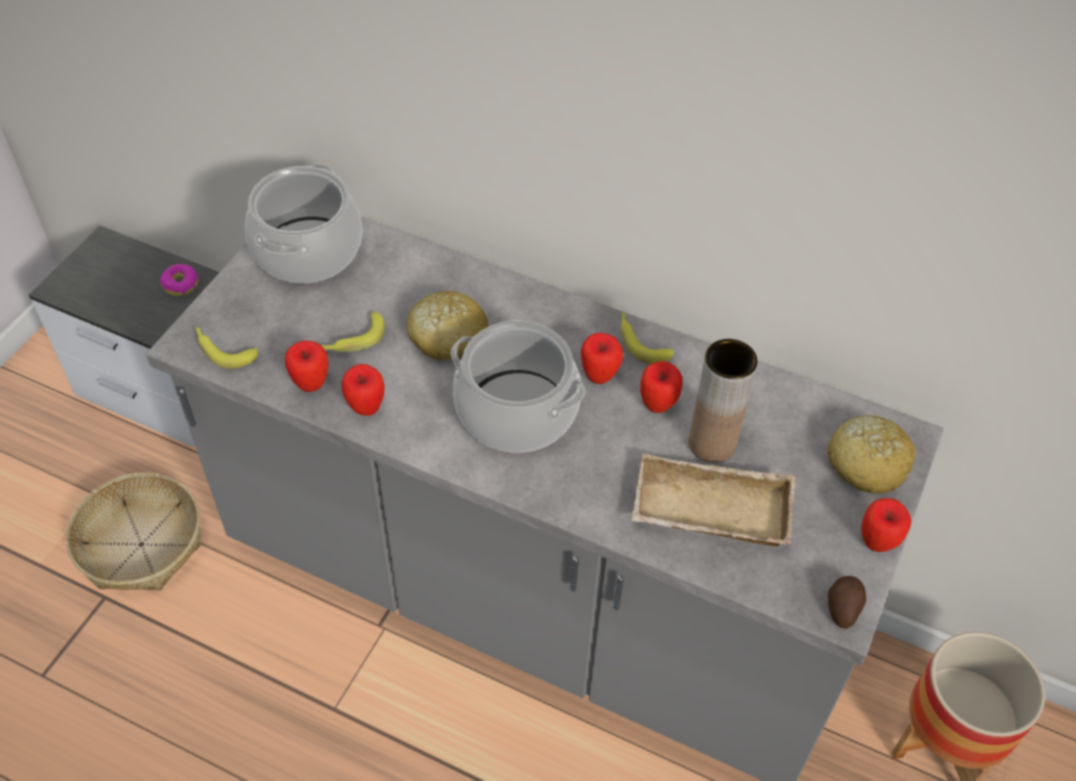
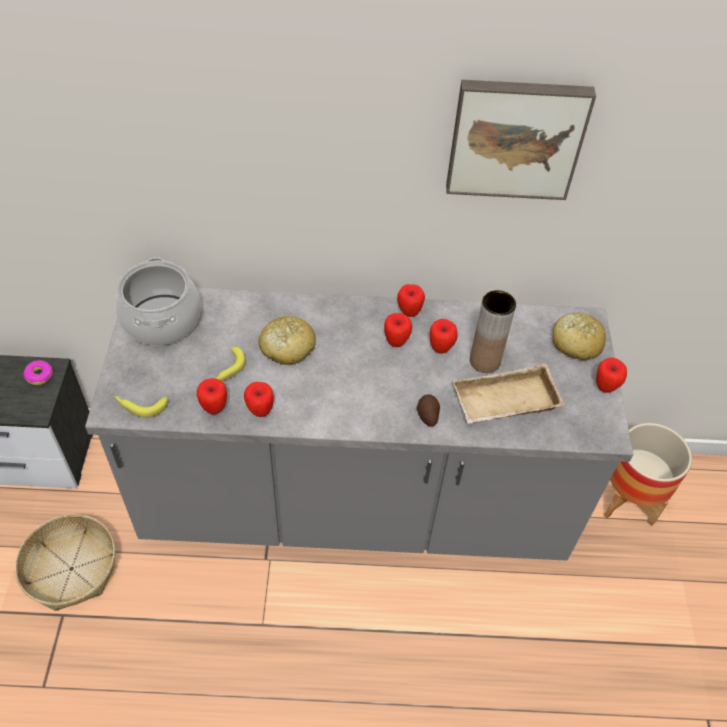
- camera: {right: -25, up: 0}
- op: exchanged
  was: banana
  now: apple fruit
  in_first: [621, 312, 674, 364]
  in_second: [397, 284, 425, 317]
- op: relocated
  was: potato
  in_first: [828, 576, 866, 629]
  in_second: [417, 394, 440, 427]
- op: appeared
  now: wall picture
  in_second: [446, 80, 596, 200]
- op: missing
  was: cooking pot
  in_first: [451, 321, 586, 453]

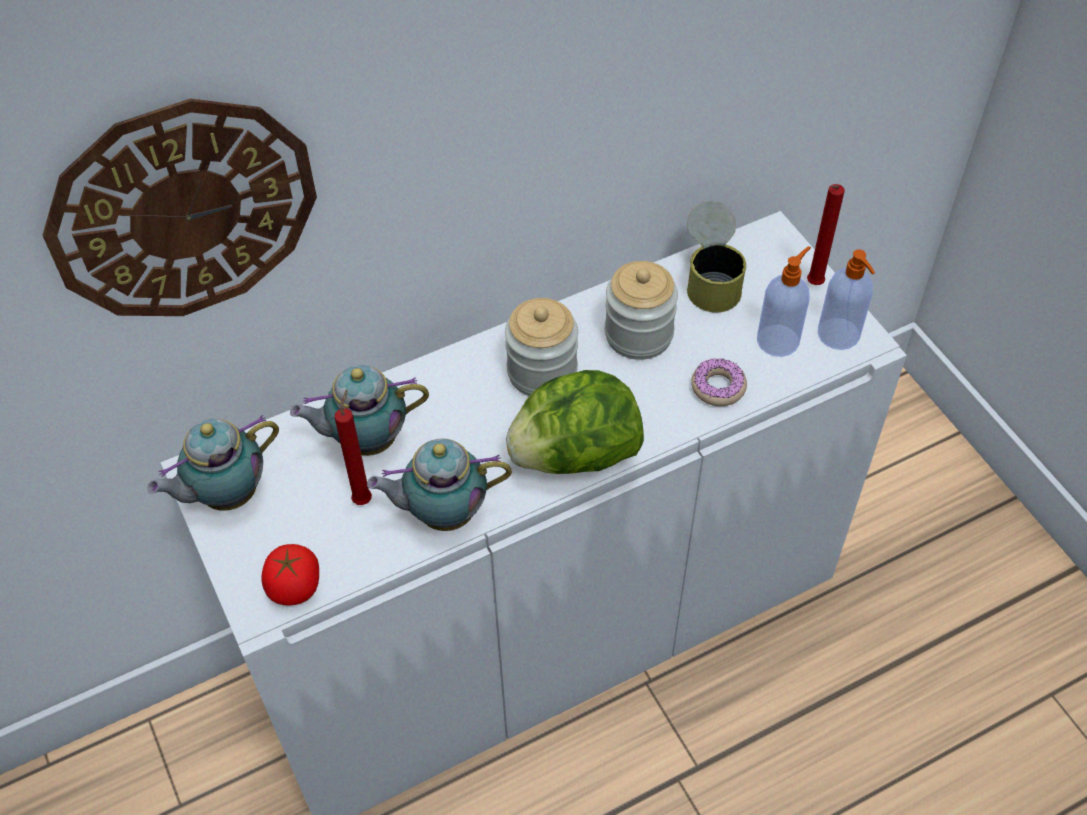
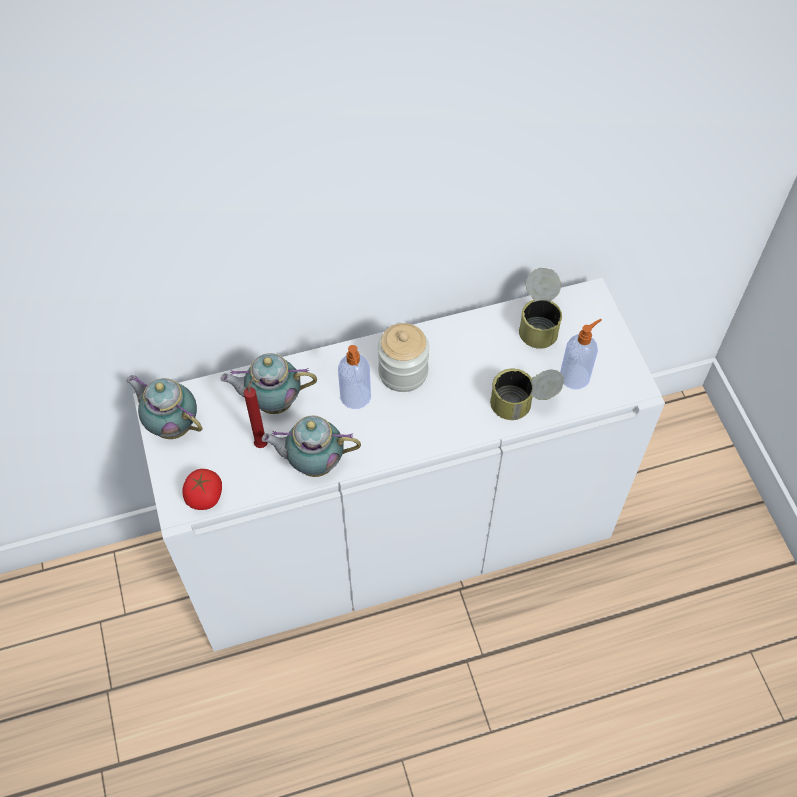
- camera: {right: 10, up: 5}
- op: spun
  was: teapot
  in_first: [147, 415, 279, 511]
  in_second: [126, 375, 203, 439]
  clockwise: 60
- op: relocated
  was: soap bottle
  in_first: [818, 249, 875, 350]
  in_second: [338, 345, 371, 409]
- op: exchanged
  was: doughnut
  now: metal can
  in_first: [691, 358, 747, 406]
  in_second: [490, 369, 564, 420]
- op: missing
  was: wall clock
  in_first: [43, 99, 317, 316]
- op: missing
  was: head of lettuce
  in_first: [506, 370, 644, 474]
- op: missing
  was: preserve jar
  in_first: [605, 261, 678, 360]
- op: missing
  was: red-coloured wax candle
  in_first: [807, 184, 845, 285]

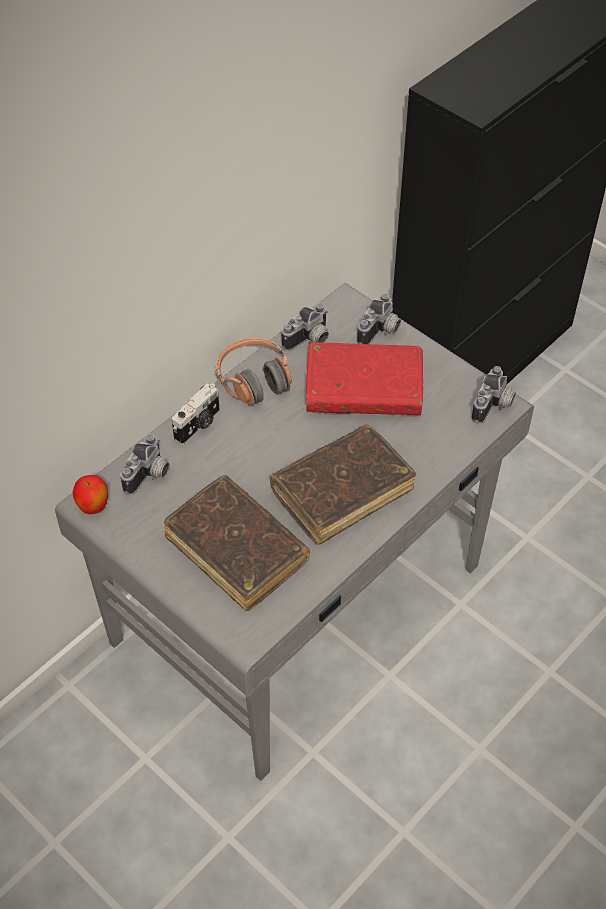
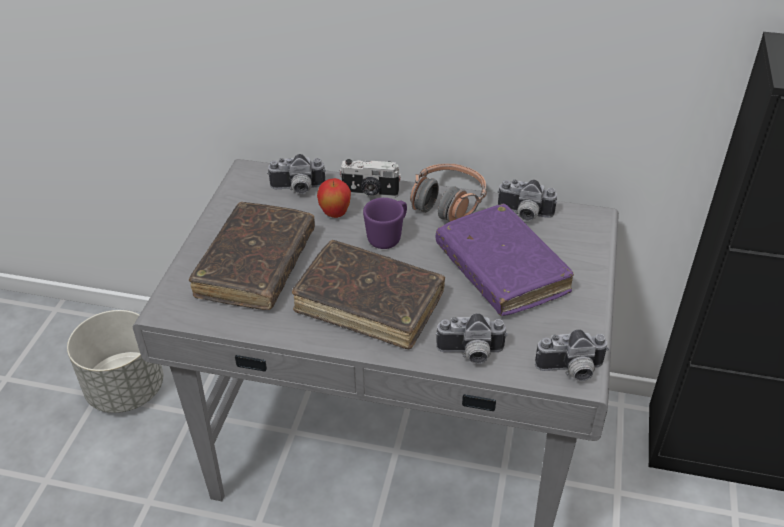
- camera: {right: 60, up: -10}
- op: appeared
  now: greyish plant pot
  in_second: [67, 310, 163, 413]
- op: relocated
  was: apple fruit
  in_first: [72, 475, 108, 514]
  in_second: [317, 178, 351, 218]
- op: appeared
  now: purplish tea mug
  in_second: [363, 198, 407, 249]
- op: colour
  was: red-coloured bound book
  now: purplish bound book
  in_first: [306, 342, 423, 415]
  in_second: [436, 204, 574, 316]
- op: relocated
  was: still camera
  in_first: [357, 293, 401, 344]
  in_second: [436, 313, 508, 364]

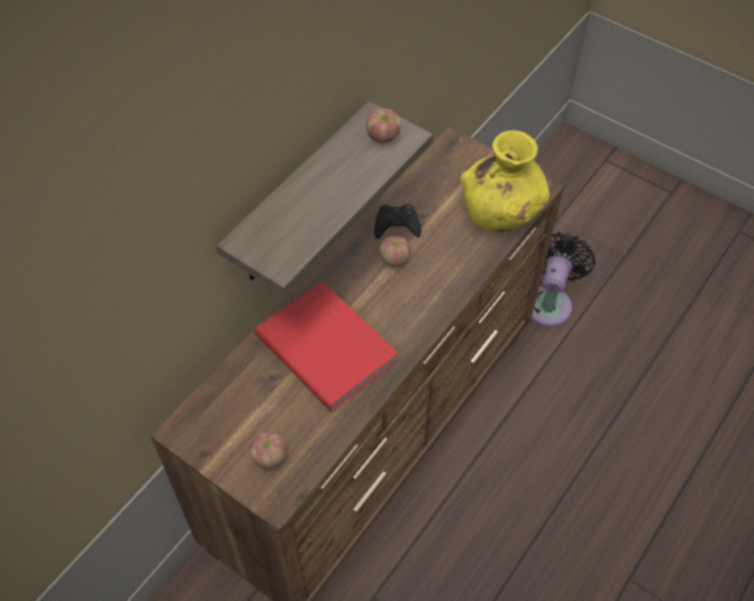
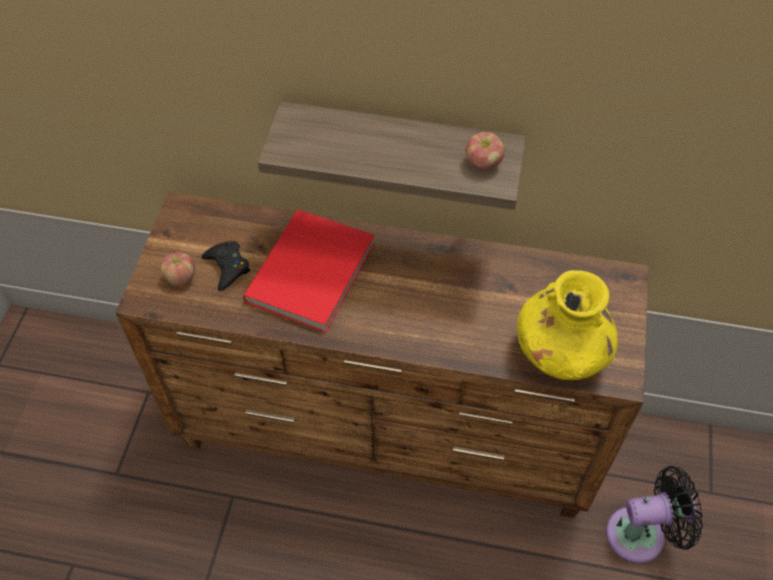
- camera: {right: 65, up: 0}
- op: relocated
  was: black-coloured game controller
  in_first: [374, 204, 421, 239]
  in_second: [202, 241, 251, 291]
- op: missing
  was: apple fruit
  in_first: [379, 236, 410, 268]

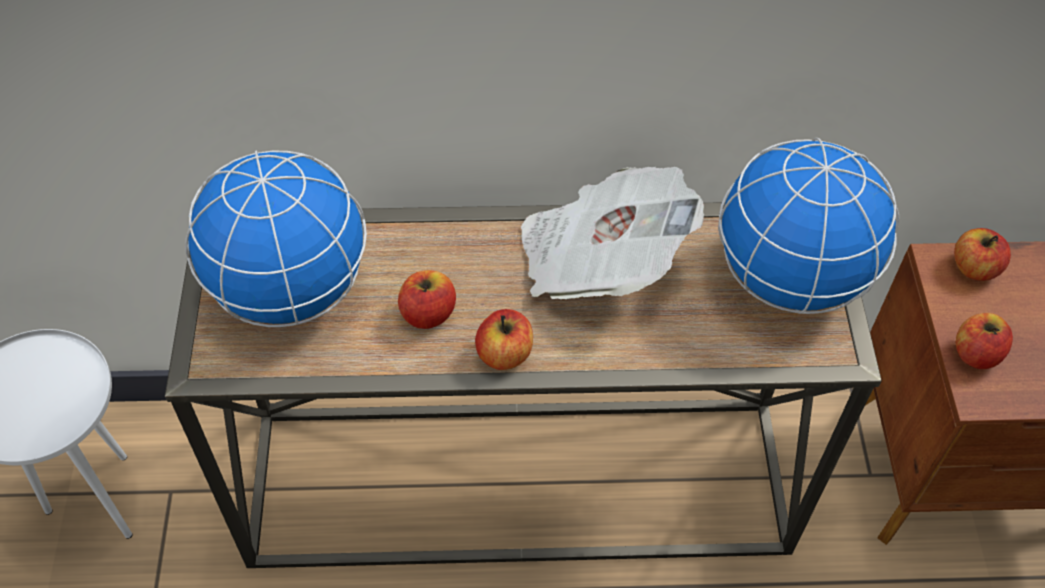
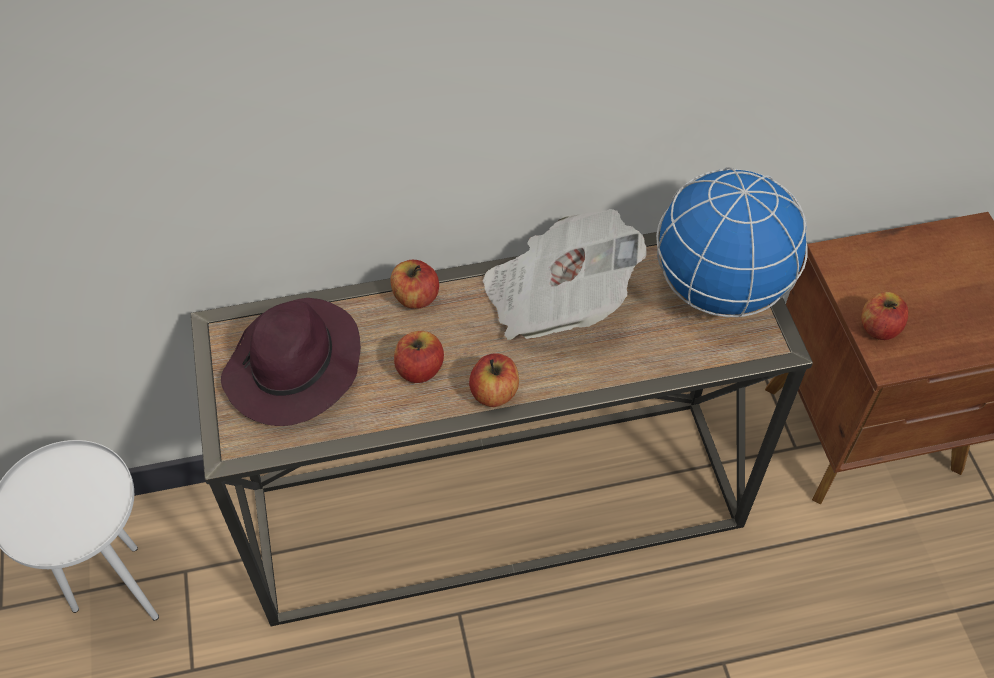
- camera: {right: -10, up: 0}
- op: exchanged
  was: desk globe
  now: purplish hat
  in_first: [185, 150, 367, 327]
  in_second: [221, 298, 361, 426]
- op: relocated
  was: apple fruit
  in_first: [954, 228, 1011, 281]
  in_second: [390, 260, 439, 309]

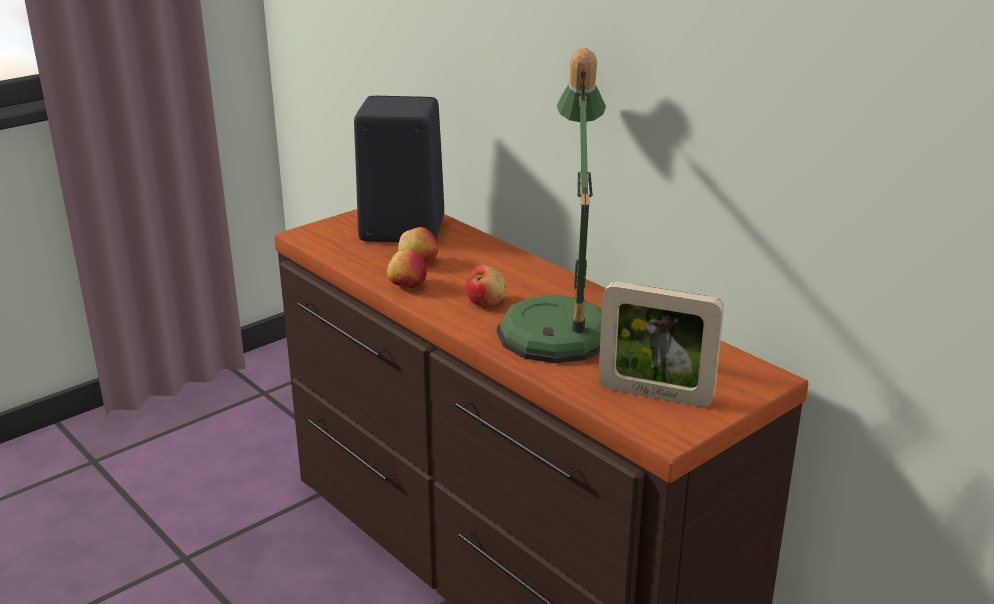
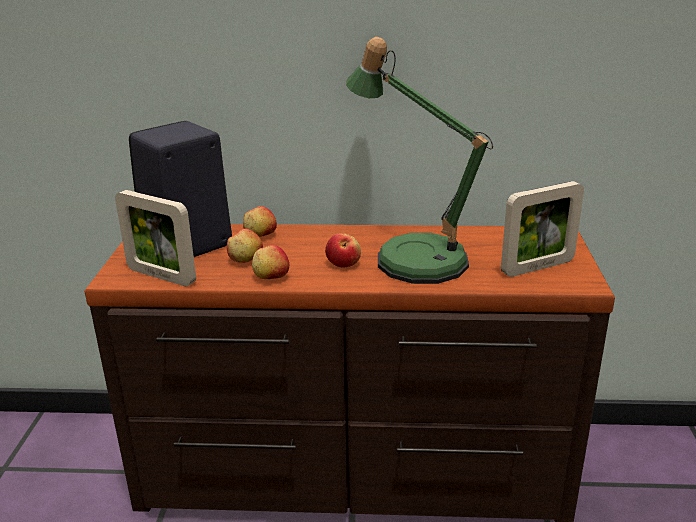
- camera: {right: -45, up: 0}
- op: appeared
  now: picture frame
  in_second: [115, 190, 196, 286]
- op: appeared
  now: apple fruit
  in_second: [243, 206, 277, 237]

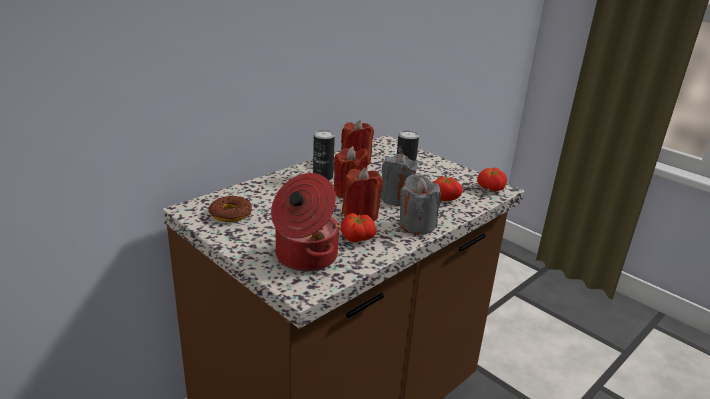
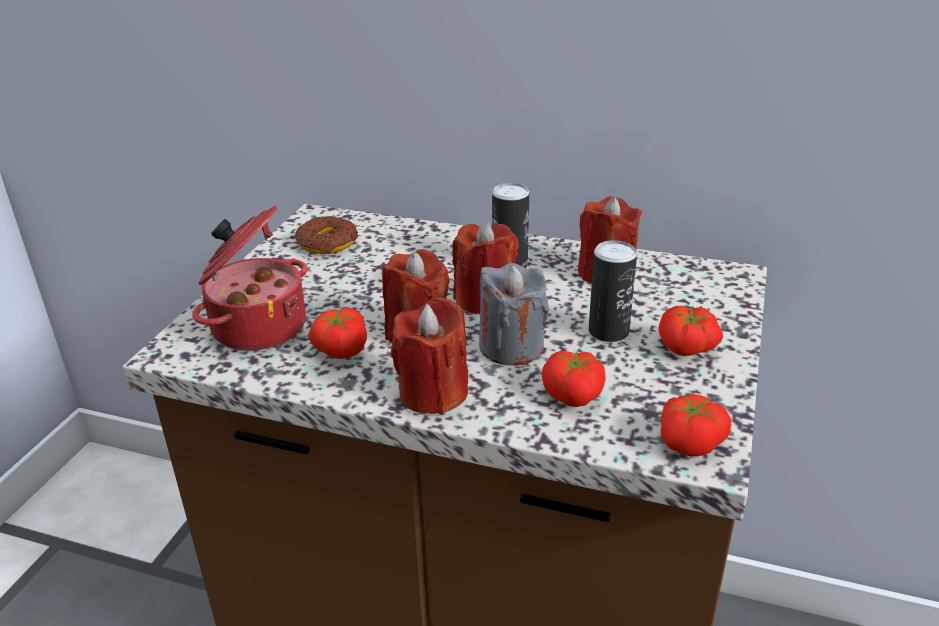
- camera: {right: 65, up: 5}
- op: colour
  was: greyish wax candle
  now: red-coloured wax candle
  in_first: [400, 174, 441, 235]
  in_second: [391, 298, 468, 415]
- op: appeared
  now: tomato
  in_second: [659, 306, 723, 356]

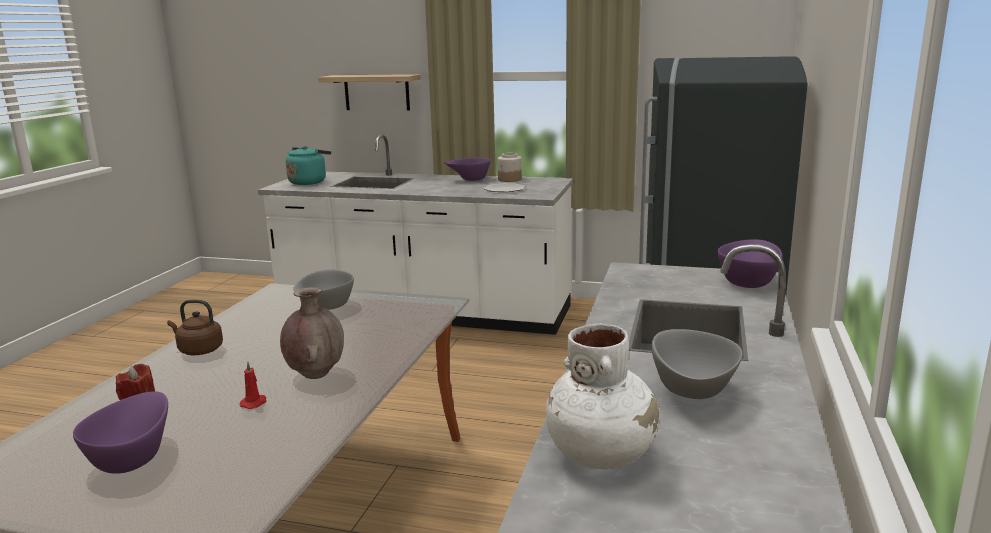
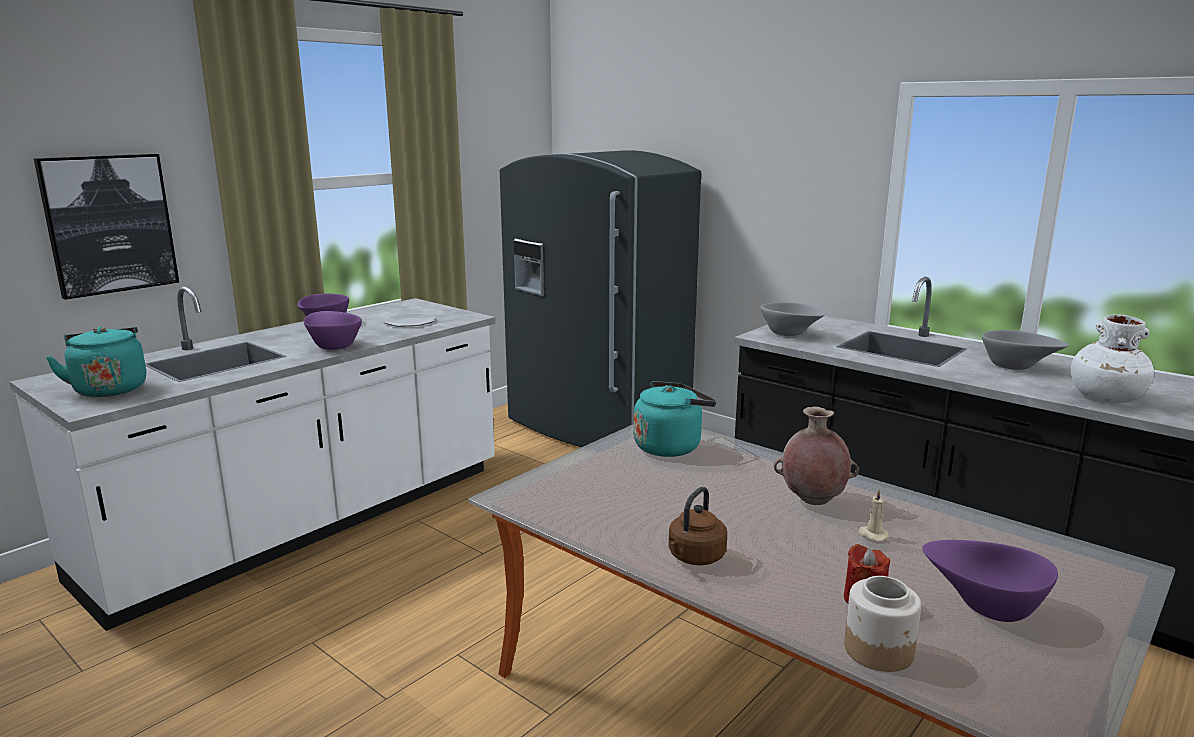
- camera: {right: -65, up: 0}
- op: exchanged
  was: shelf
  now: wall picture
  in_first: [318, 74, 420, 111]
  in_second: [34, 154, 179, 300]
- op: relocated
  was: purplish deep dish
  in_first: [718, 239, 783, 288]
  in_second: [304, 311, 362, 350]
- op: appeared
  now: turquoise-coloured tea kettle
  in_second: [634, 381, 716, 457]
- op: relocated
  was: greyish deep dish
  in_first: [293, 270, 354, 310]
  in_second: [760, 302, 825, 336]
- op: relocated
  was: preserve jar
  in_first: [498, 153, 522, 182]
  in_second: [844, 576, 921, 672]
- op: colour
  was: red-coloured wax candle
  now: beige wax candle
  in_first: [239, 361, 267, 409]
  in_second: [858, 490, 889, 542]

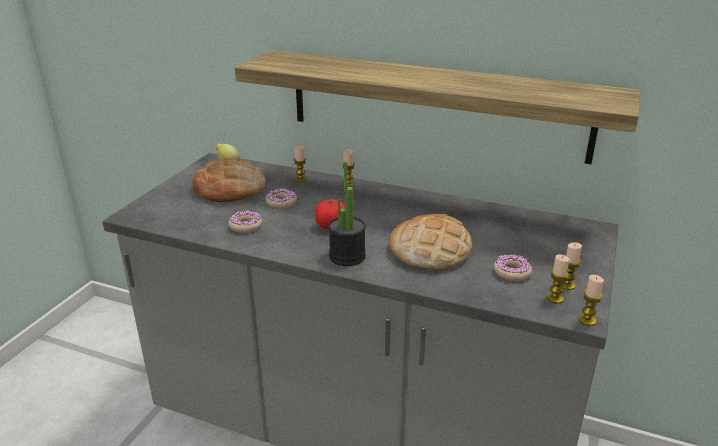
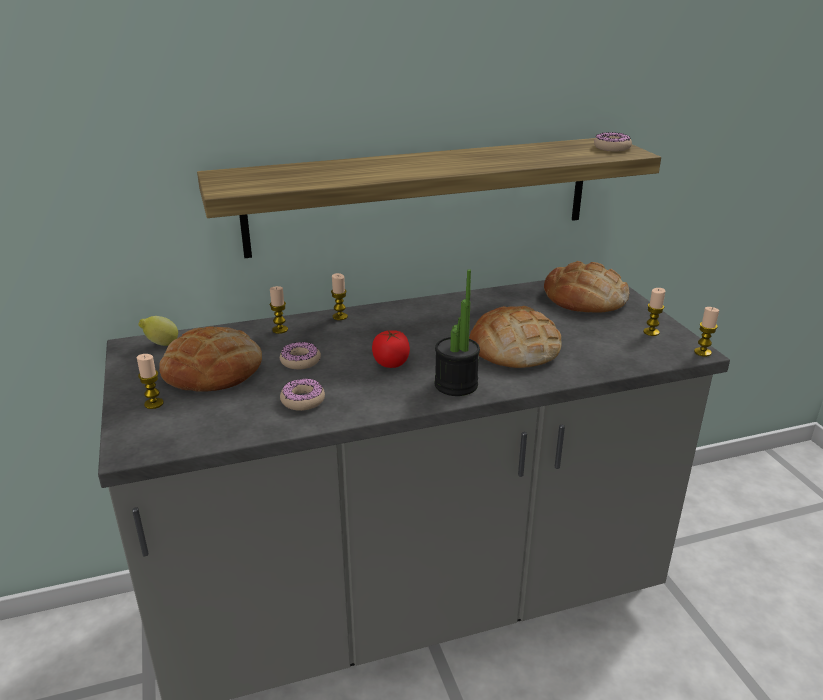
- camera: {right: -40, up: 0}
- op: relocated
  was: wax candle
  in_first: [547, 254, 569, 304]
  in_second: [137, 354, 164, 409]
- op: appeared
  now: baked bread
  in_second: [544, 261, 630, 313]
- op: relocated
  was: doughnut
  in_first: [494, 254, 532, 281]
  in_second: [594, 132, 632, 151]

